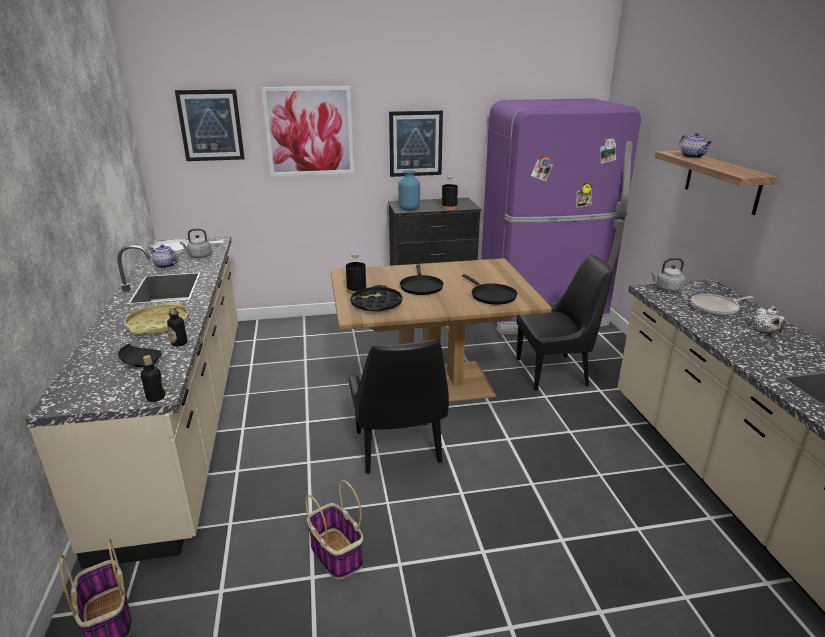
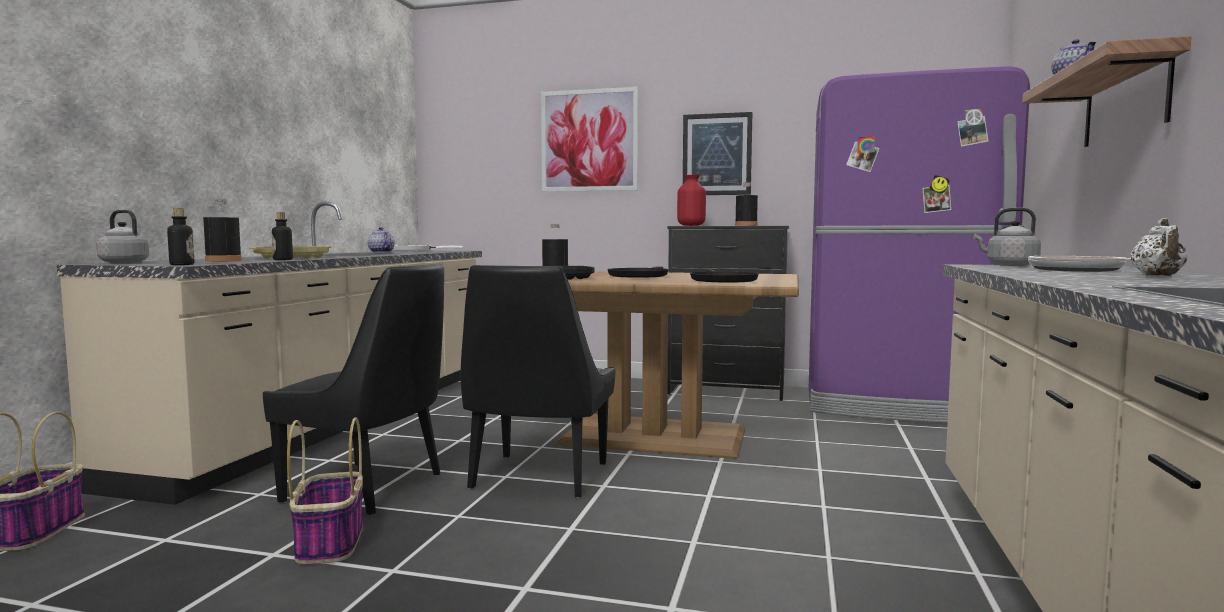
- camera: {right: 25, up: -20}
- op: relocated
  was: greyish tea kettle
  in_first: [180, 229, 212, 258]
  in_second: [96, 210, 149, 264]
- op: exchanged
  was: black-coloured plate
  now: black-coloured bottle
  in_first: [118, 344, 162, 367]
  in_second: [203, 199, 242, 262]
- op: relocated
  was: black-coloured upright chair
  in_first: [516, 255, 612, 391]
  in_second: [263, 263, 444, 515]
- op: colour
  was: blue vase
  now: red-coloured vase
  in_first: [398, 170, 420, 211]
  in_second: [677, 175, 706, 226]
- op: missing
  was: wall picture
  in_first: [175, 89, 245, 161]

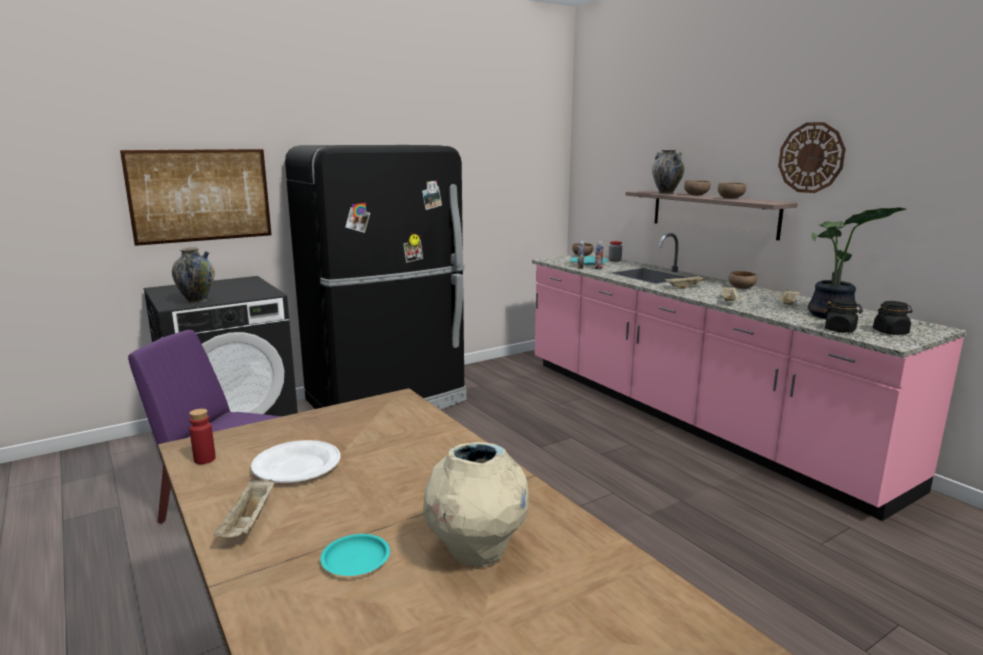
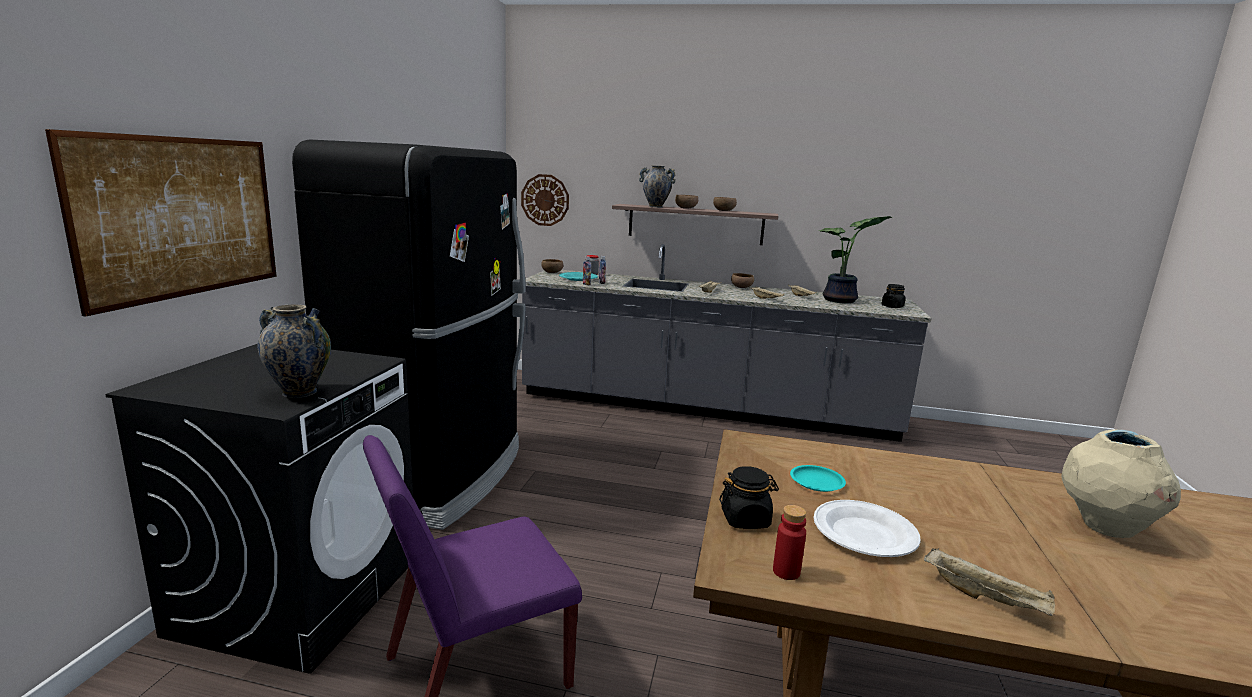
- camera: {right: -45, up: 0}
- op: relocated
  was: wall clock
  in_first: [778, 122, 846, 193]
  in_second: [521, 174, 569, 226]
- op: colour
  was: pink kitchen counter
  now: greyish kitchen counter
  in_first: [532, 233, 968, 521]
  in_second: [522, 244, 932, 442]
- op: relocated
  was: black-coloured preserve jar
  in_first: [824, 299, 863, 333]
  in_second: [719, 466, 779, 529]
- op: relocated
  was: turquoise-coloured plate
  in_first: [320, 534, 390, 576]
  in_second: [790, 465, 846, 492]

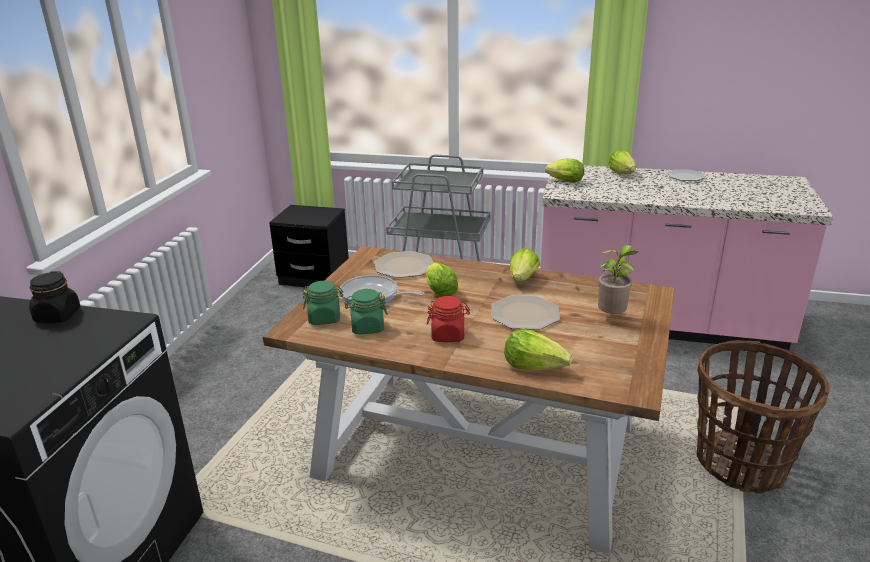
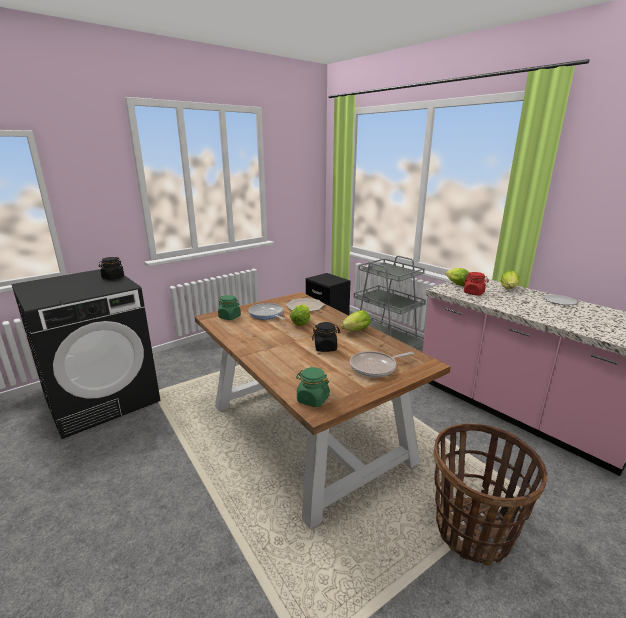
- camera: {right: 35, up: -5}
- op: relocated
  was: greenish preserve jar
  in_first: [345, 289, 388, 334]
  in_second: [296, 367, 330, 407]
- op: exchanged
  was: plate
  now: black-coloured preserve jar
  in_first: [491, 295, 560, 330]
  in_second: [312, 322, 340, 352]
- op: exchanged
  was: plant in a pot
  now: pan
  in_first: [598, 245, 637, 314]
  in_second: [350, 351, 414, 378]
- op: relocated
  was: red-coloured preserve jar
  in_first: [427, 296, 470, 342]
  in_second: [463, 272, 489, 296]
- op: missing
  was: head of lettuce
  in_first: [504, 329, 573, 370]

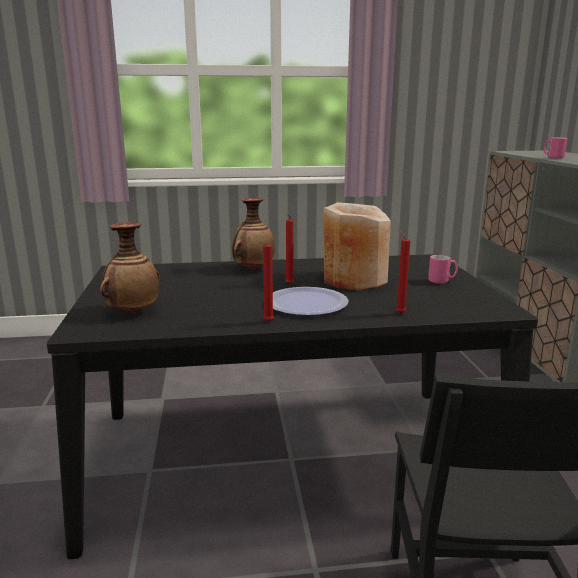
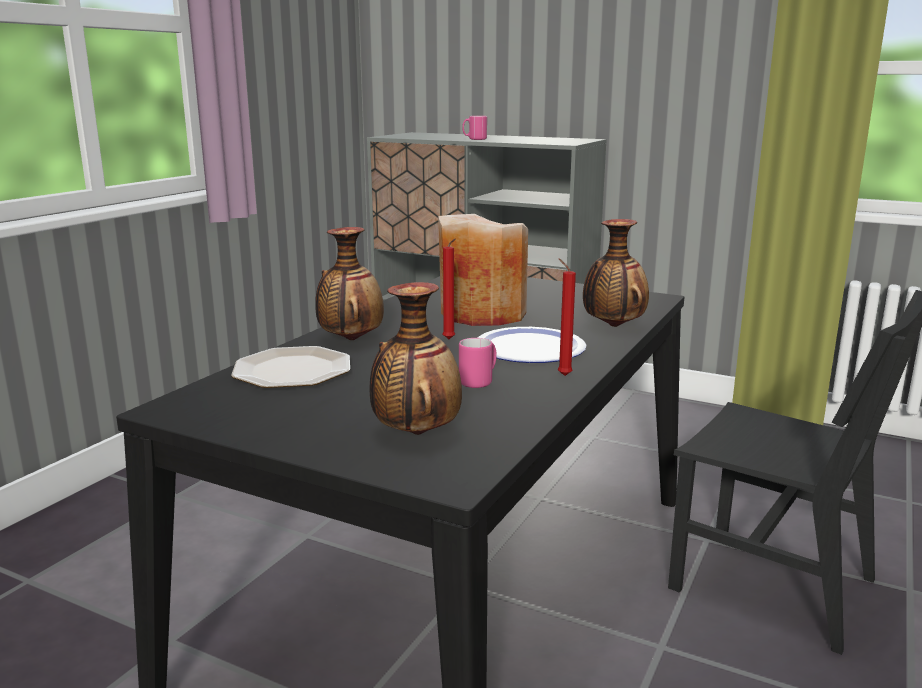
- camera: {right: -55, up: 0}
- op: appeared
  now: plate
  in_second: [231, 346, 350, 388]
- op: relocated
  was: pink tea mug
  in_first: [428, 255, 458, 284]
  in_second: [459, 338, 497, 388]
- op: exchanged
  was: red-coloured wax candle
  now: vase
  in_first: [396, 230, 410, 314]
  in_second: [583, 219, 649, 327]

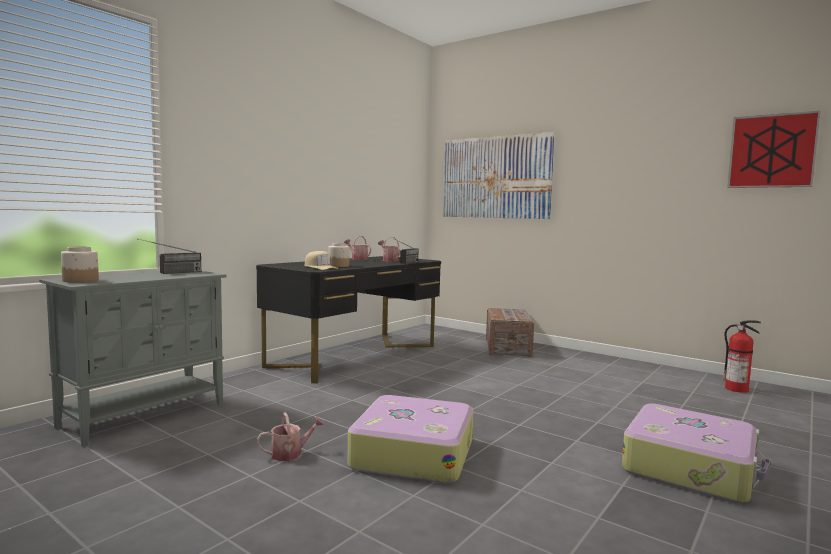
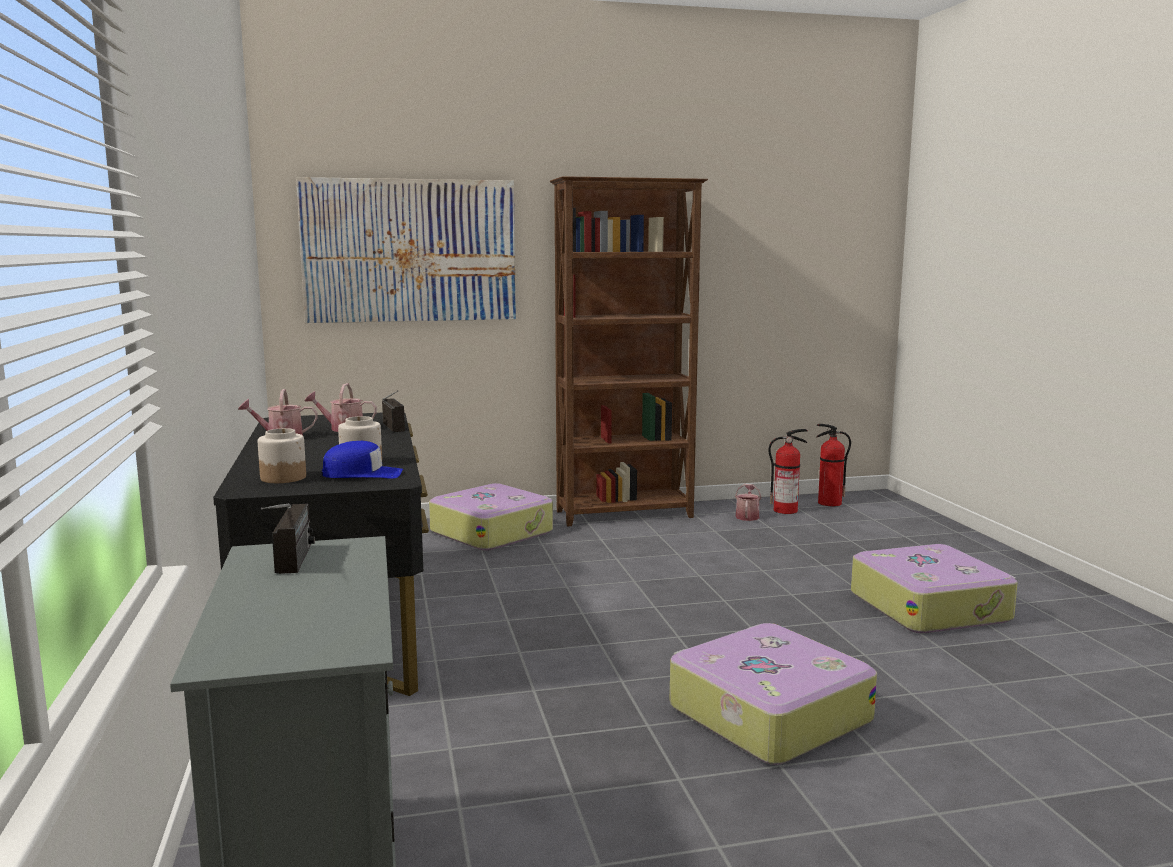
- camera: {right: -50, up: 5}
- op: relocated
  was: preserve jar
  in_first: [61, 246, 99, 283]
  in_second: [258, 428, 306, 483]
- op: colour
  was: beige cap
  now: blue cap
  in_first: [304, 251, 339, 270]
  in_second: [322, 441, 403, 479]
- op: exchanged
  was: shipping crate
  now: suitcase
  in_first: [486, 308, 534, 357]
  in_second: [429, 483, 553, 551]
- op: appeared
  now: brown bookshelf
  in_second: [550, 176, 708, 526]
- op: relocated
  was: watering pot
  in_first: [257, 412, 324, 461]
  in_second: [735, 484, 761, 521]
- op: appeared
  now: fire-fighting cylinder
  in_second: [816, 424, 851, 506]
- op: missing
  was: wall picture
  in_first: [727, 111, 821, 188]

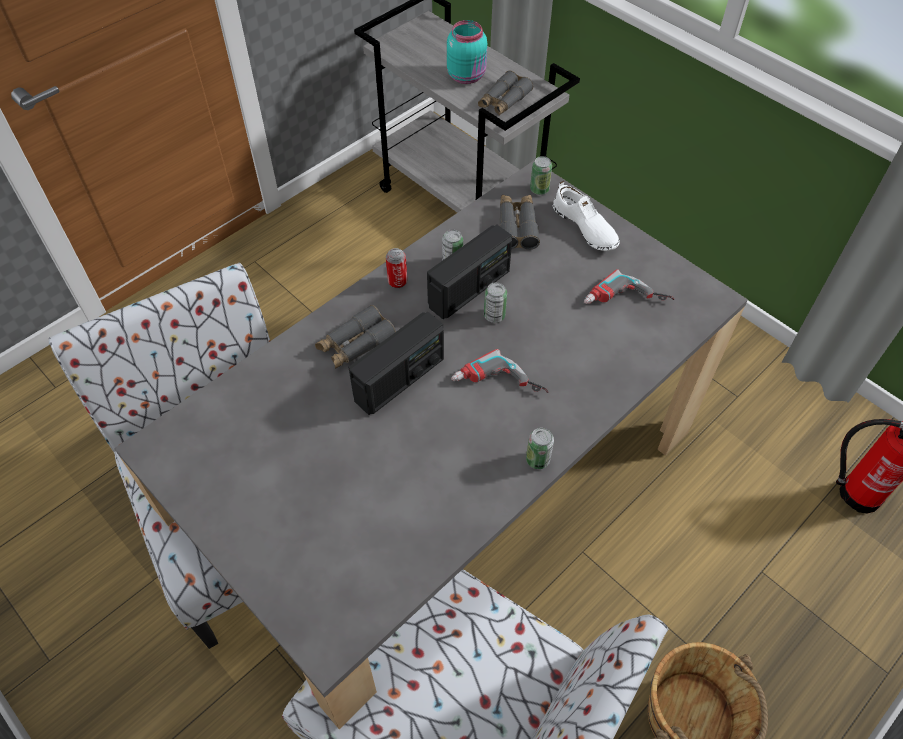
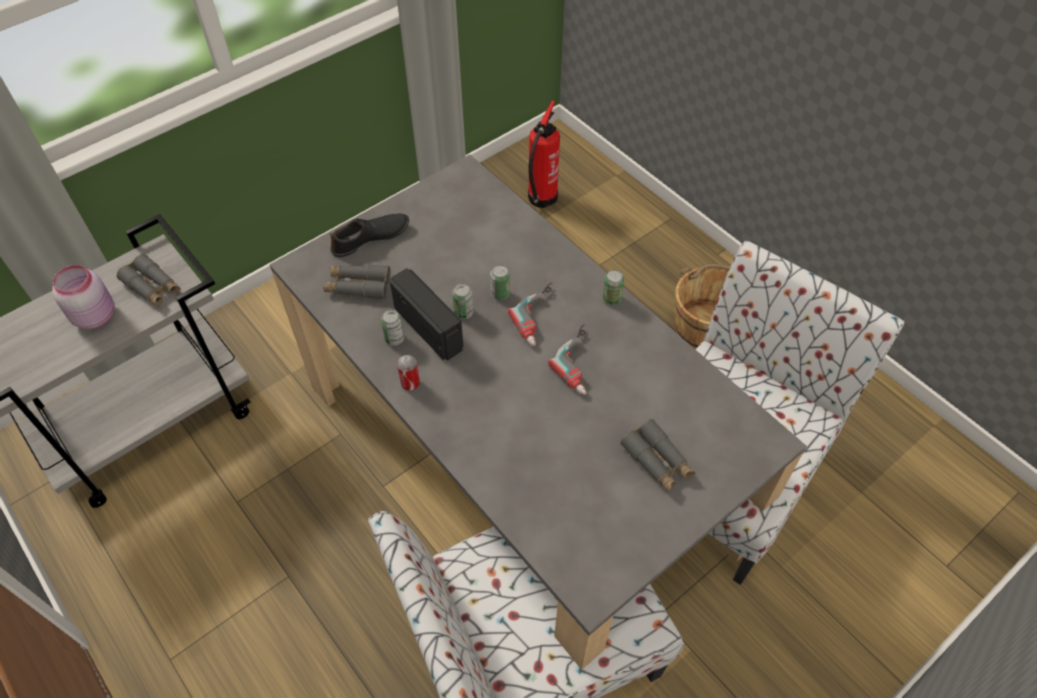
- camera: {right: -85, up: 0}
- op: colour
  was: turquoise-coloured preserve jar
  now: pink preserve jar
  in_first: [447, 20, 487, 84]
  in_second: [52, 265, 114, 329]
- op: colour
  was: white item of footwear
  now: black-coloured item of footwear
  in_first: [553, 181, 620, 251]
  in_second: [330, 214, 409, 257]
- op: relocated
  was: metal can
  in_first: [530, 156, 552, 195]
  in_second: [490, 265, 510, 300]
- op: relocated
  was: drill
  in_first: [584, 269, 675, 304]
  in_second: [548, 324, 587, 395]
- op: relocated
  was: greyish binoculars
  in_first: [315, 305, 396, 369]
  in_second: [620, 419, 696, 493]
- op: missing
  was: radio receiver
  in_first: [349, 312, 444, 415]

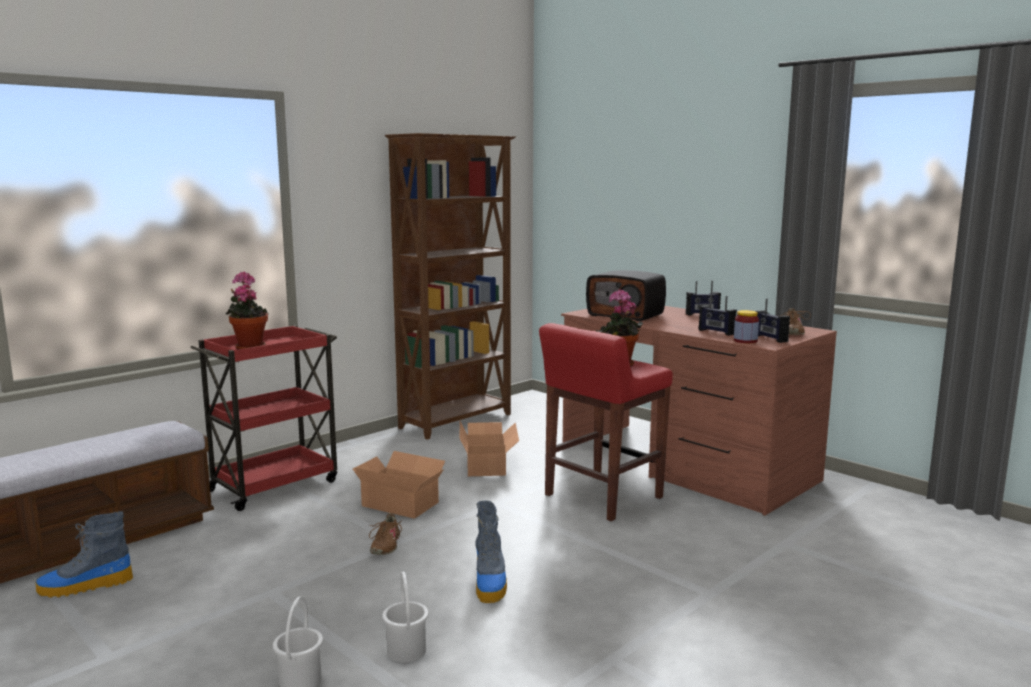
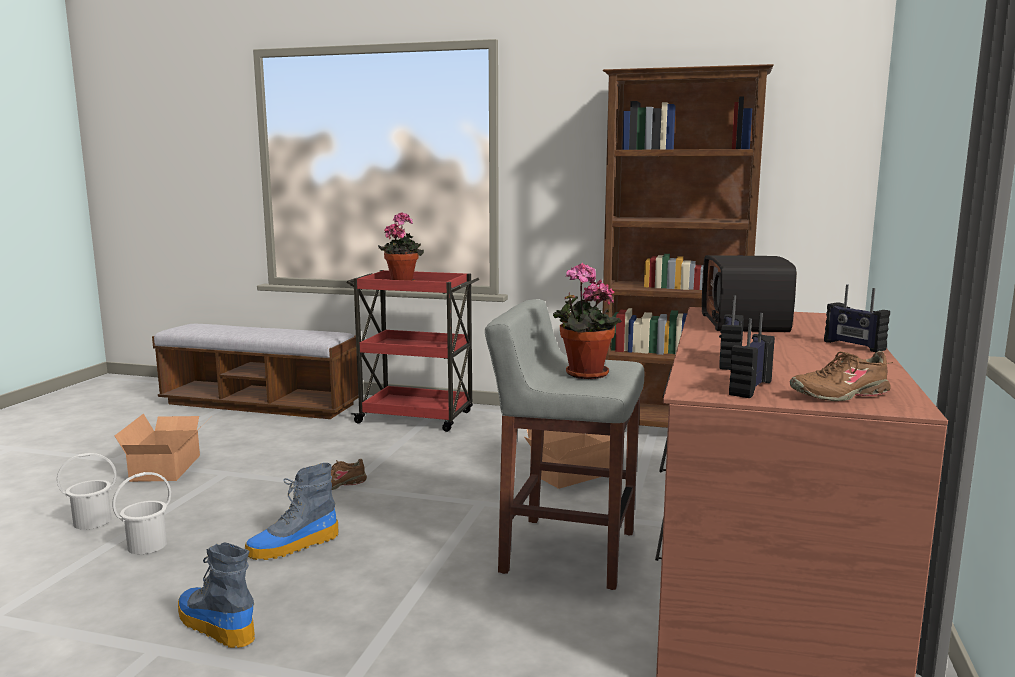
- camera: {right: 60, up: 0}
- op: relocated
  was: carton
  in_first: [353, 451, 445, 519]
  in_second: [115, 414, 211, 482]
- op: relocated
  was: high-top boot
  in_first: [35, 511, 133, 598]
  in_second: [178, 542, 255, 648]
- op: colour
  was: red-coloured stool seat
  now: greyish stool seat
  in_first: [539, 323, 673, 521]
  in_second: [485, 299, 644, 590]
- op: missing
  was: preserve jar
  in_first: [734, 310, 759, 343]

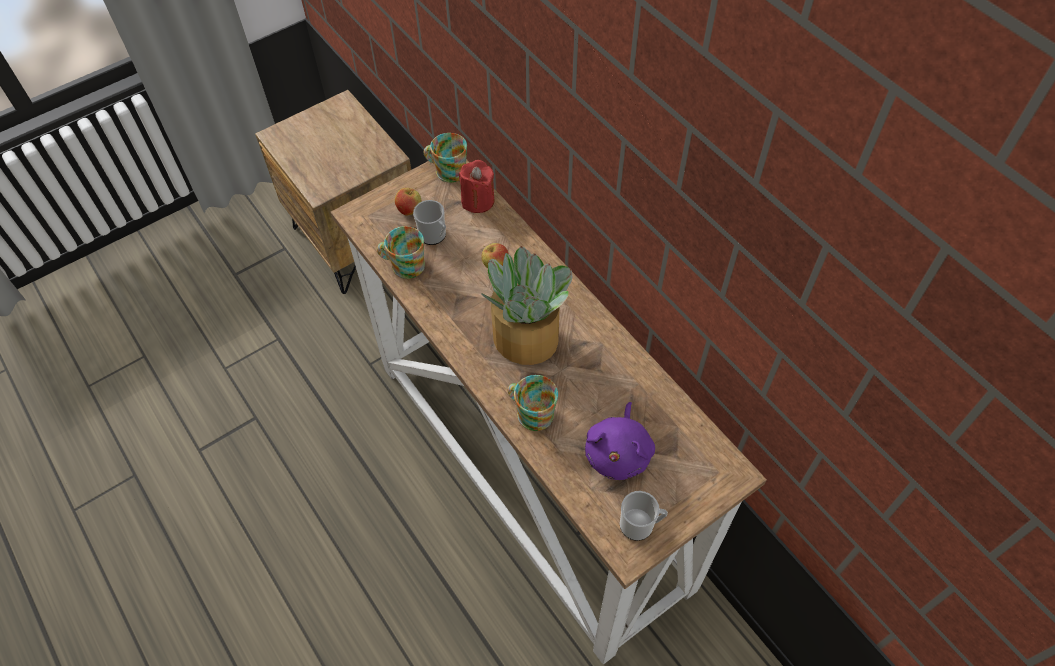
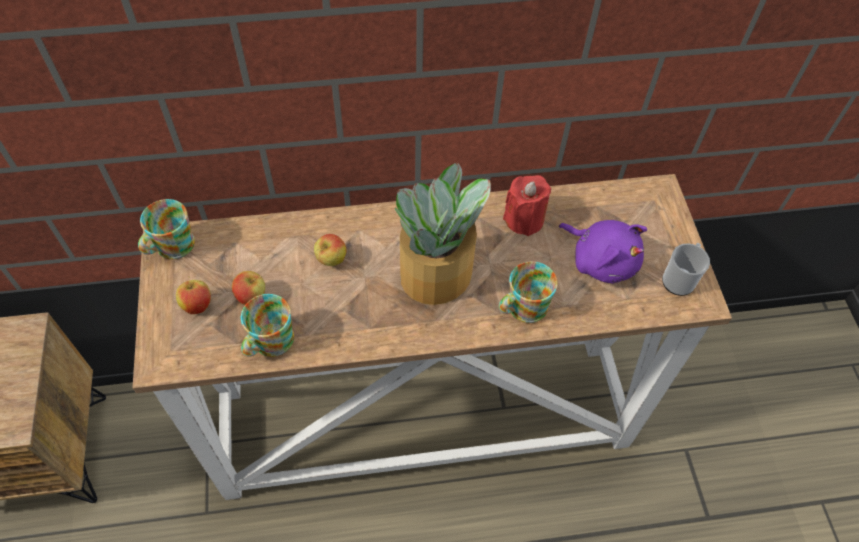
- camera: {right: -65, up: 0}
- op: exchanged
  was: tea mug
  now: apple fruit
  in_first: [413, 200, 446, 245]
  in_second: [232, 271, 265, 305]
- op: relocated
  was: red-coloured wax candle
  in_first: [459, 160, 495, 213]
  in_second: [503, 175, 551, 236]

